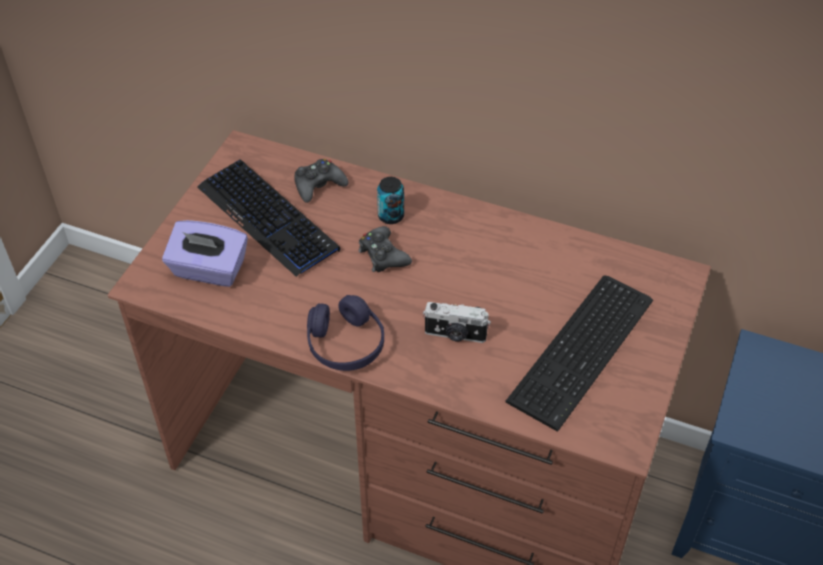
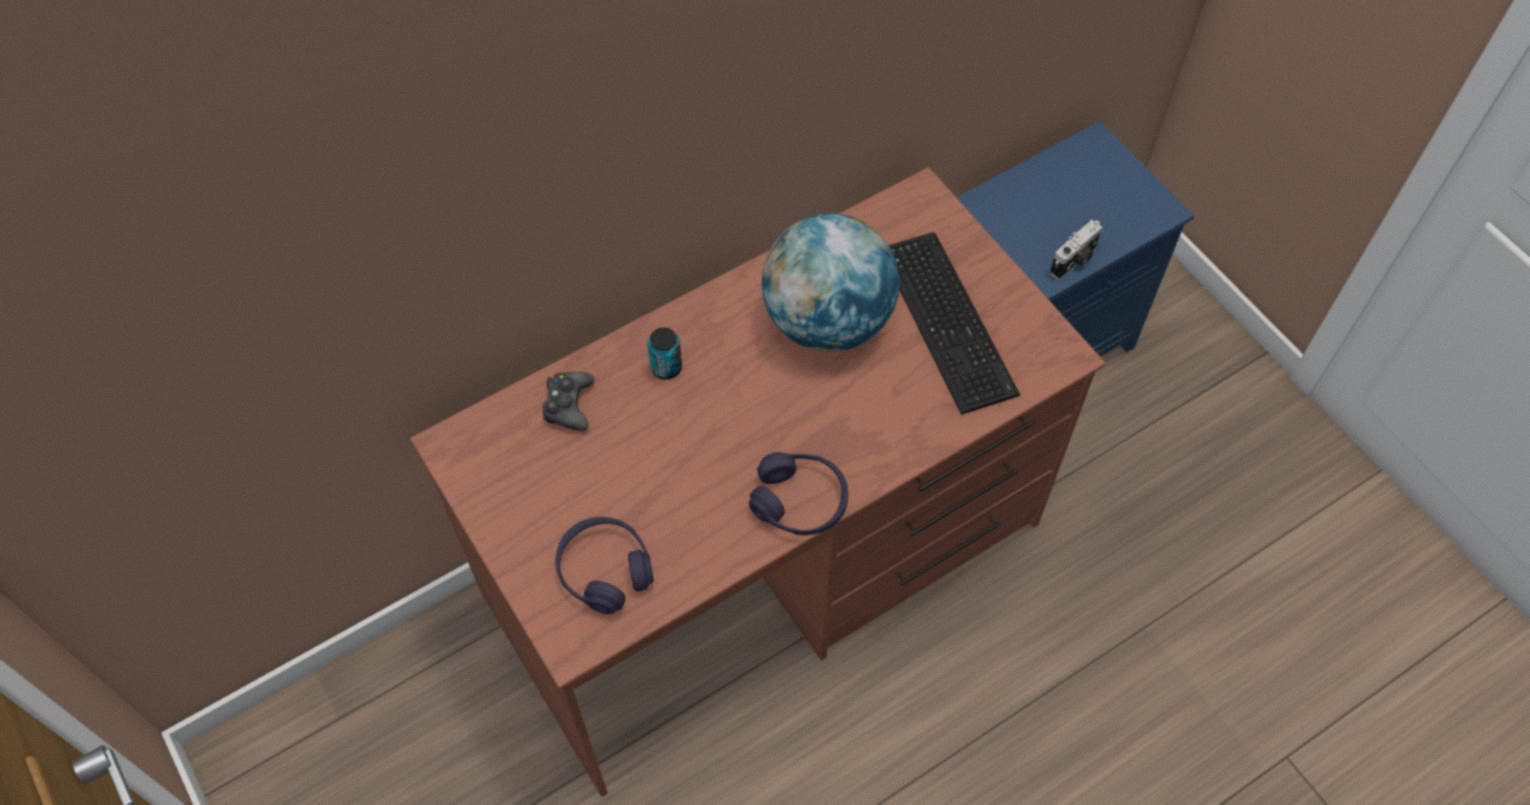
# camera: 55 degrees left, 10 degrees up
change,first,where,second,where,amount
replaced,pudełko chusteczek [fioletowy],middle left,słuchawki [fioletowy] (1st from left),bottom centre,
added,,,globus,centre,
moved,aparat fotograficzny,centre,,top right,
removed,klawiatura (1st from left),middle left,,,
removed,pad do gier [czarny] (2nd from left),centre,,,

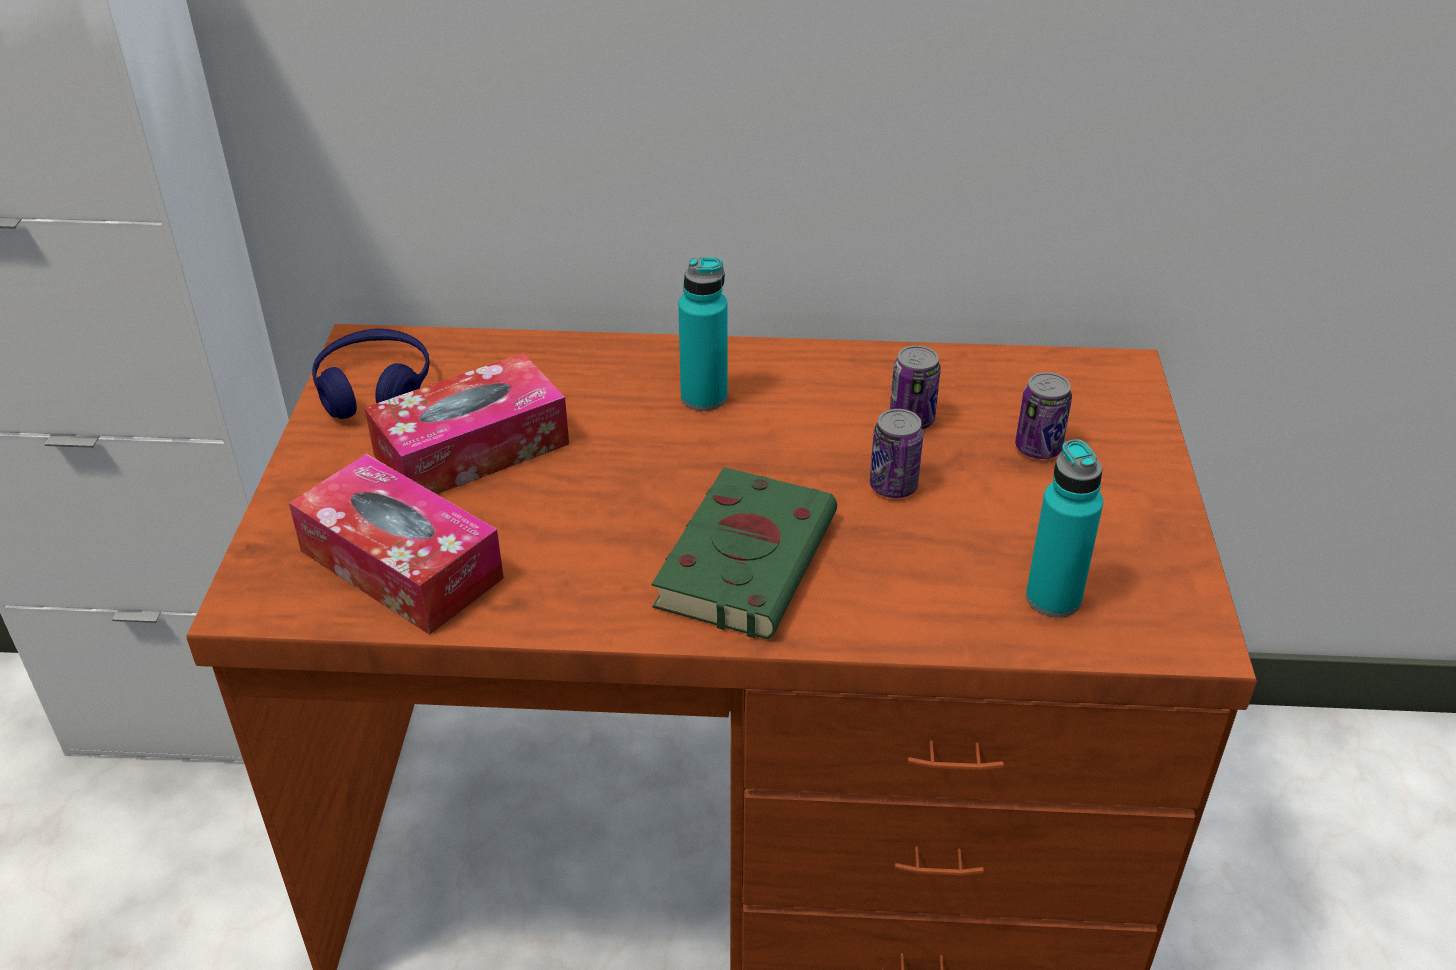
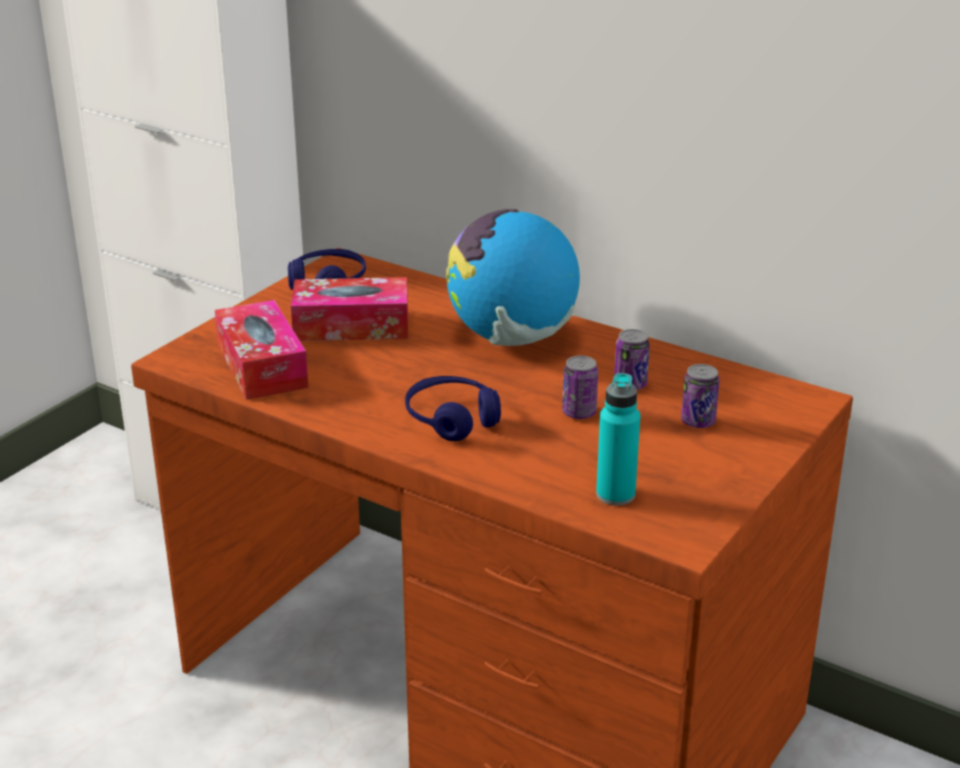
# camera: 30 degrees right, 10 degrees down
change,first,where,second,where,amount
replaced,książka [zielony],centre,słuchawki [niebieski] (2nd from left),centre,
replaced,butelka [turkusowy] (1st from left),centre,globus,centre,

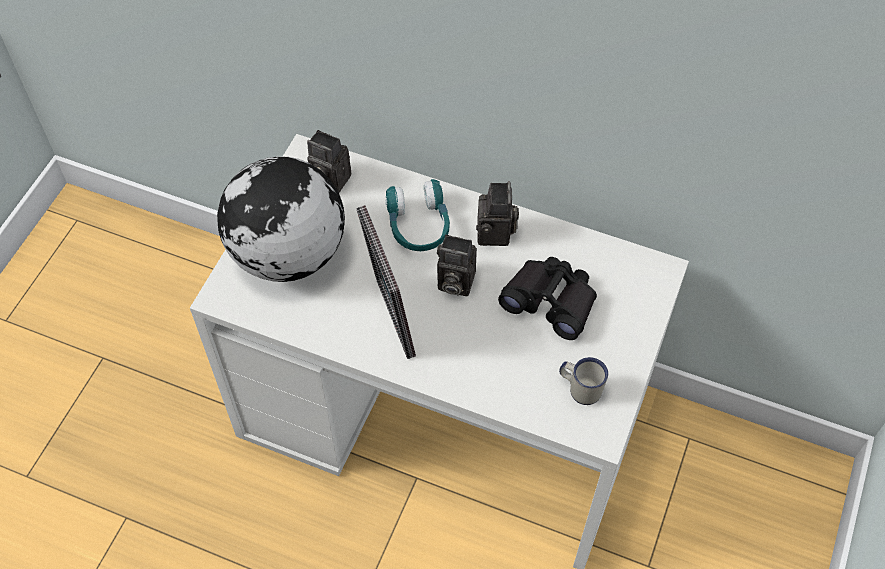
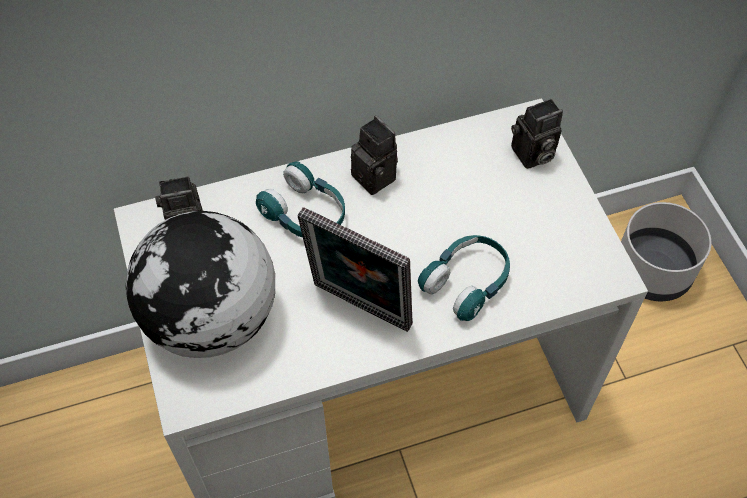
# camera: 40 degrees left, 0 degrees up
change,first,where,second,where,amount
added,,,słuchawki [turkusowy] (2nd from left),centre,
moved,aparat fotograficzny (2nd from left in the first image),centre,aparat fotograficzny (3rd from left),top right,
added,,,donica [szary],middle right,
removed,lornetka [czarny],centre,,,
removed,kubek [biały],bottom centre,,,

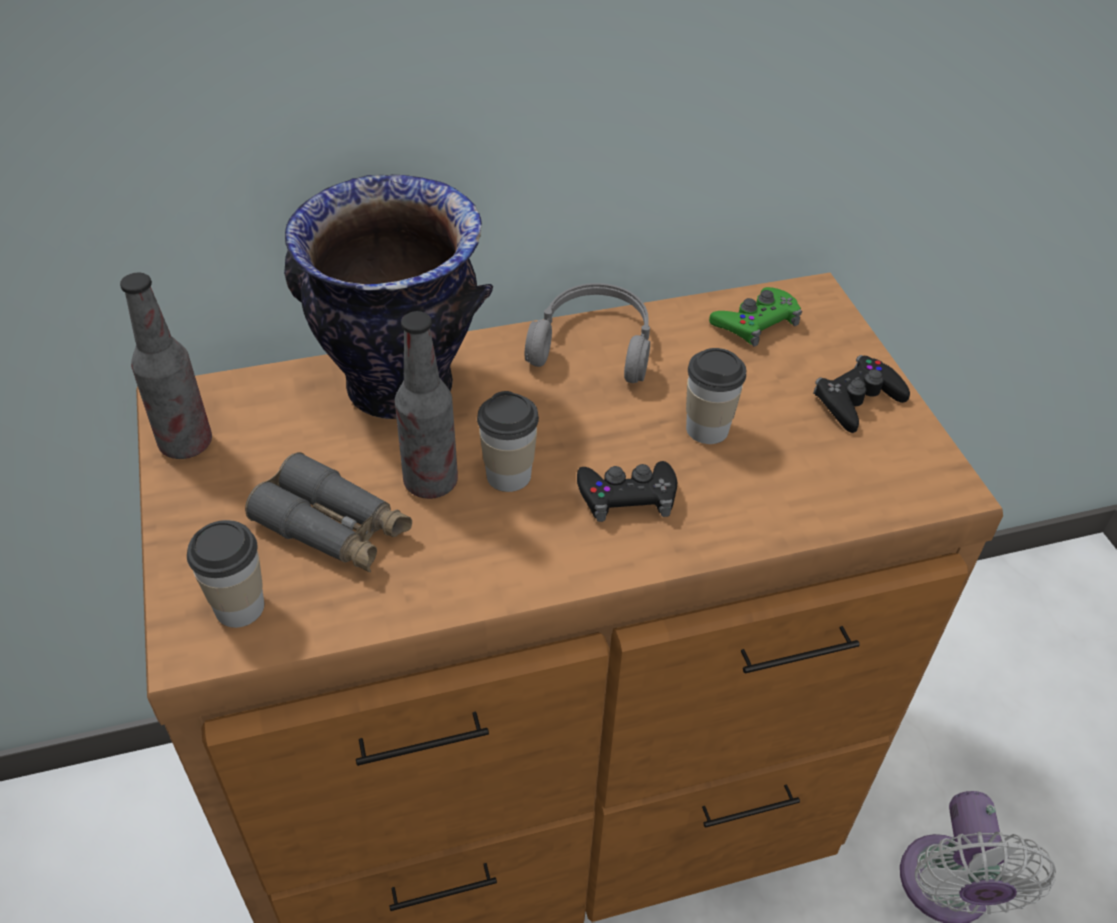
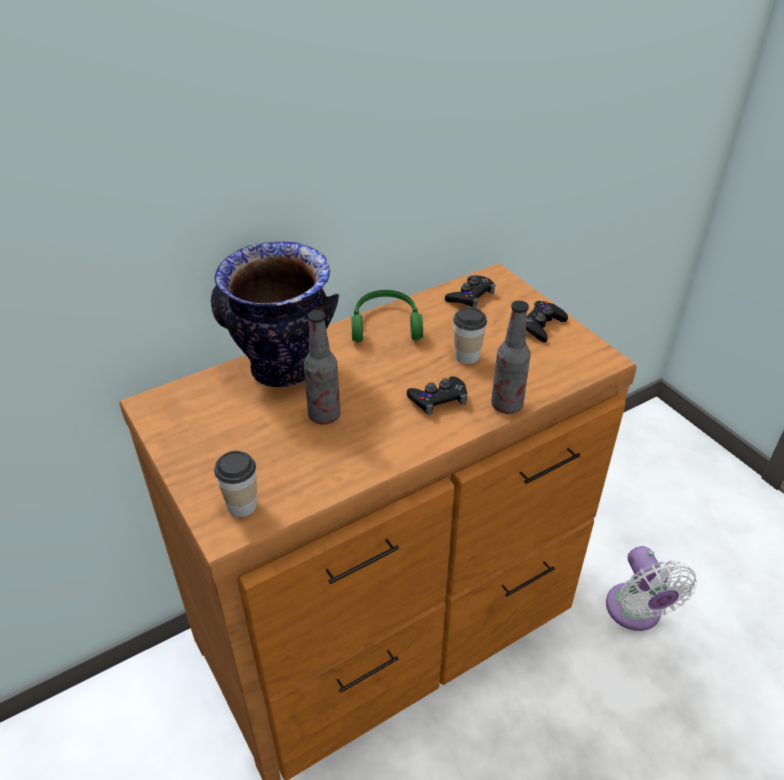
# camera: 15 degrees left, 5 degrees down
change,first,where,second,where,amount
recoloured,słuchawki [szary],centre,słuchawki [zielony],centre,
recoloured,pad do gier [zielony],middle right,pad do gier [czarny] (2nd from left),centre,
moved,butelka (1st from left in the first image),middle left,butelka (2nd from left),centre,
removed,lornetka [szary],middle left,,,
removed,filiżanka (2nd from left),centre,,,

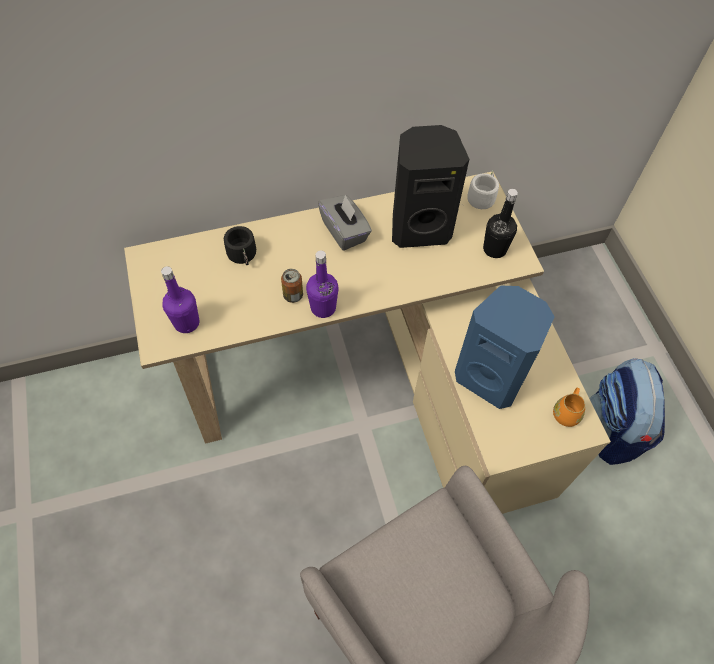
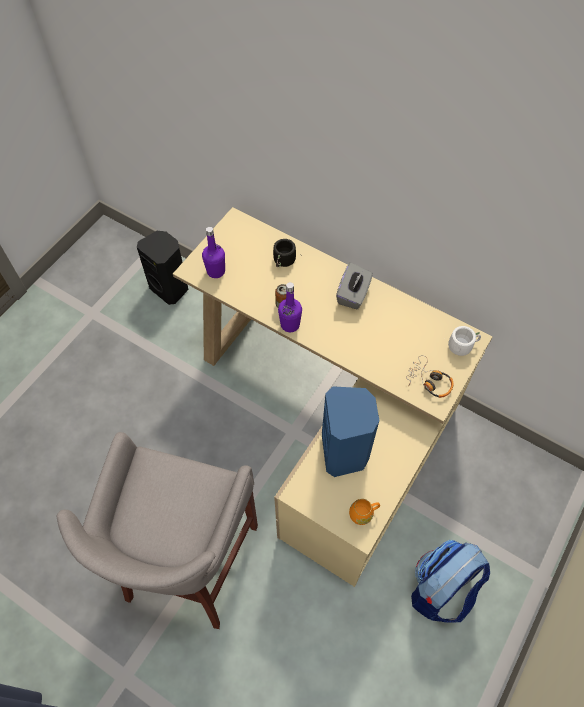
# camera: 50 degrees right, 0 degrees up
change,first,where,second,where,amount
moved,głośnik [czarny],top centre,,middle left,
replaced,butelka [czarny],middle right,słuchawki,middle right,

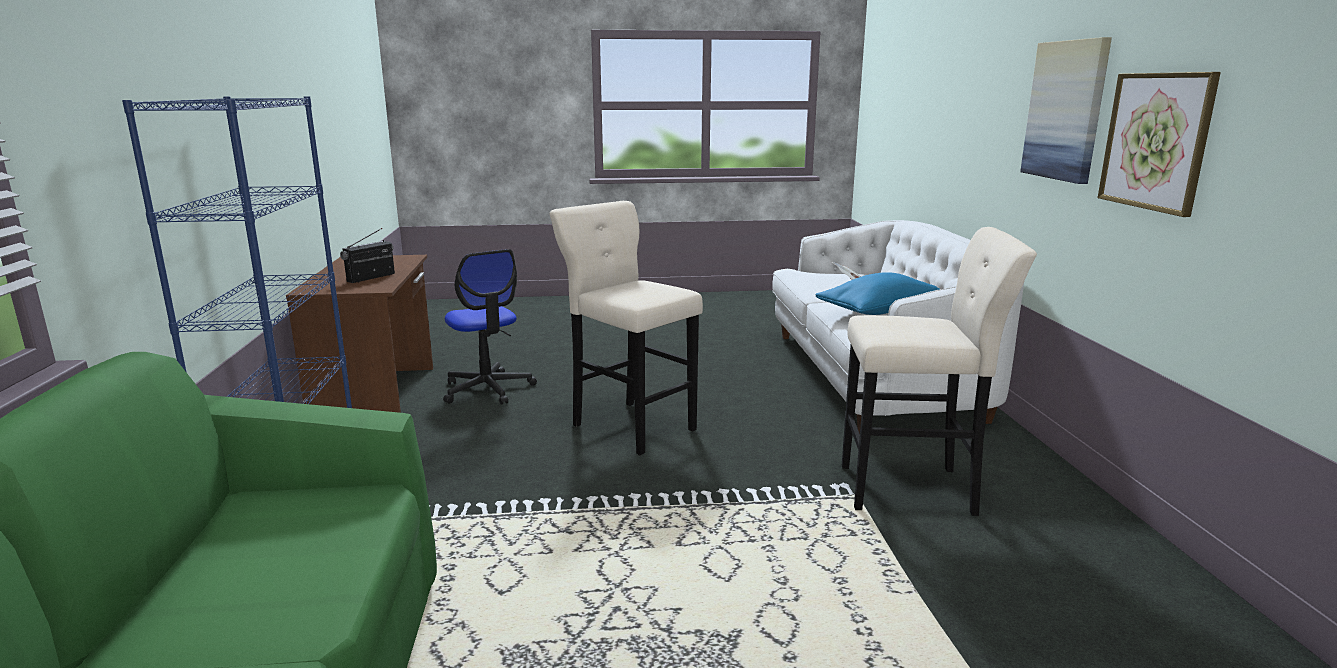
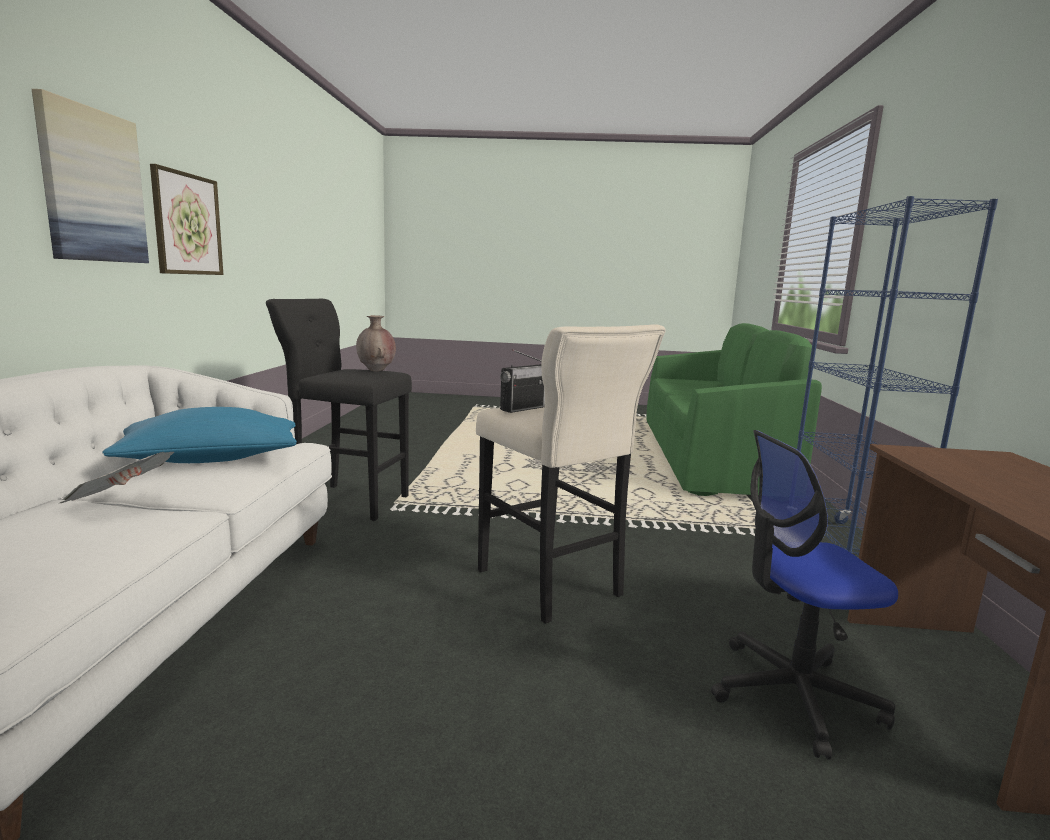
# camera: 170 degrees left, 5 degrees down
change,first,where,second,where,amount
recoloured,stołek [beżowy] (2nd from left),middle right,stołek [czarny],middle left,
added,,,wazon [brązowy],centre,
moved,radio,middle left,,centre,
turned,krzesło biurowe,centre,,bottom right,75 degrees counterclockwise

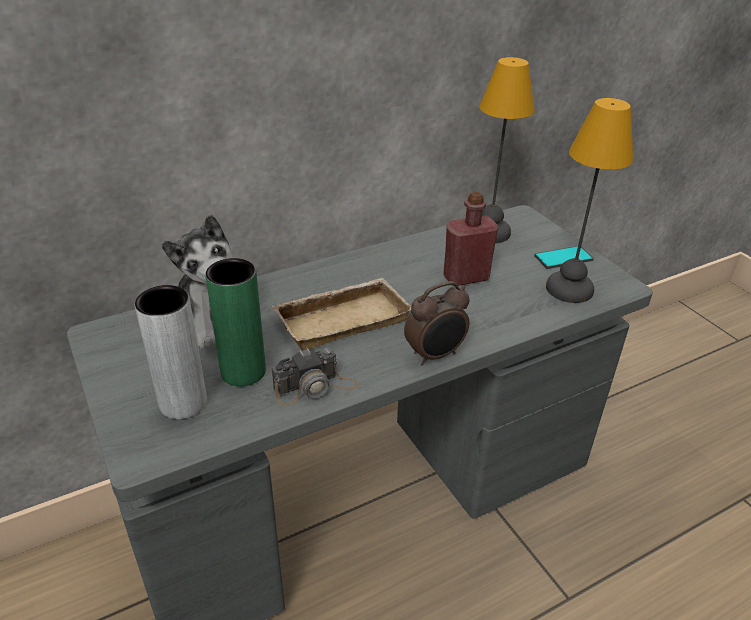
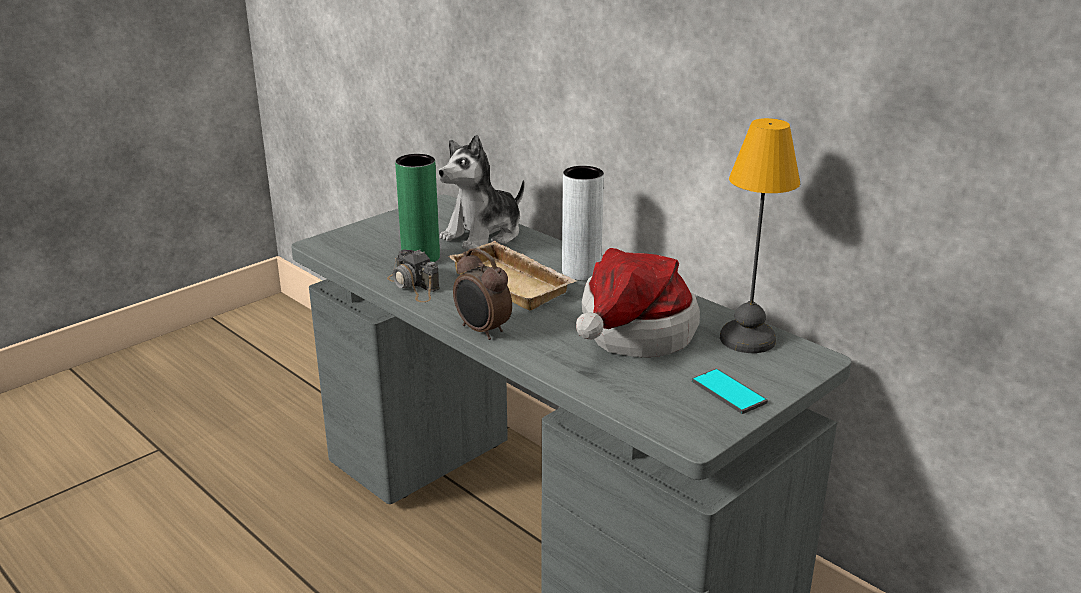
# camera: 75 degrees right, 10 degrees down
change,first,where,second,where,amount
moved,wazon [szary],middle left,,centre,
replaced,butelka [czerwony],centre,kapelusz,centre,
removed,lampa stołowa (2nd from left),top right,,,

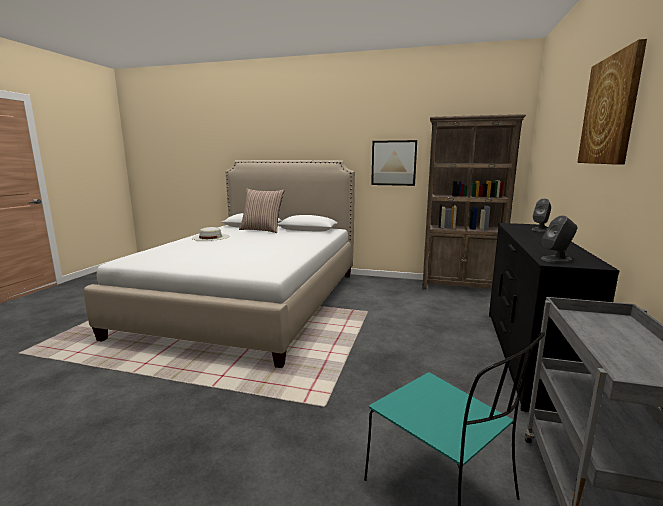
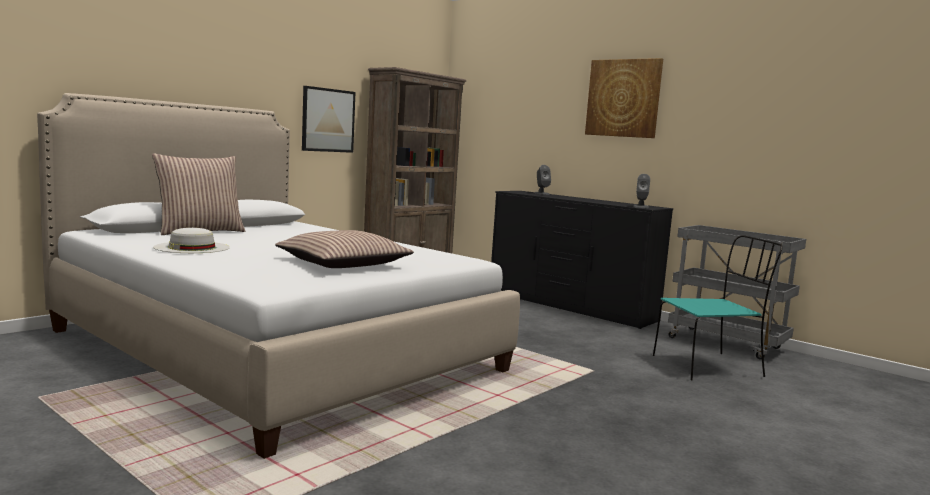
# camera: 65 degrees left, 5 degrees down
change,first,where,second,where,amount
added,,,poduszka (2nd from left),centre,

